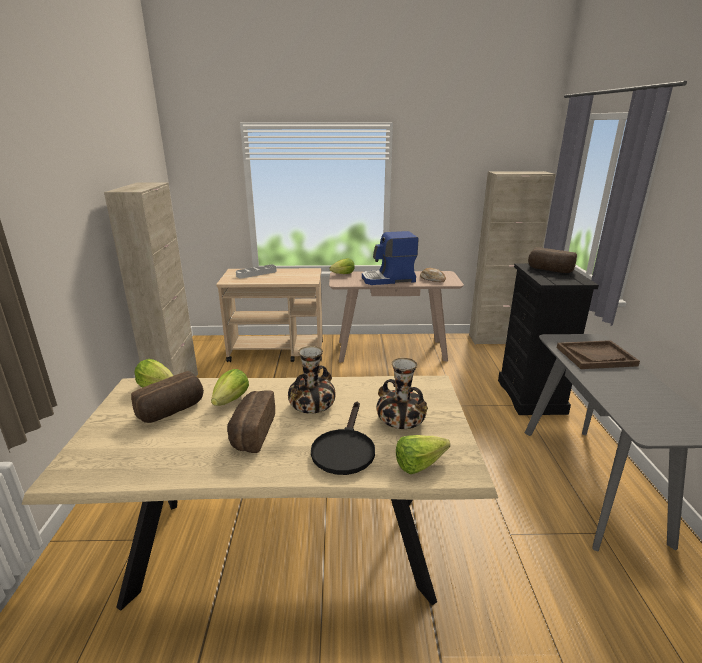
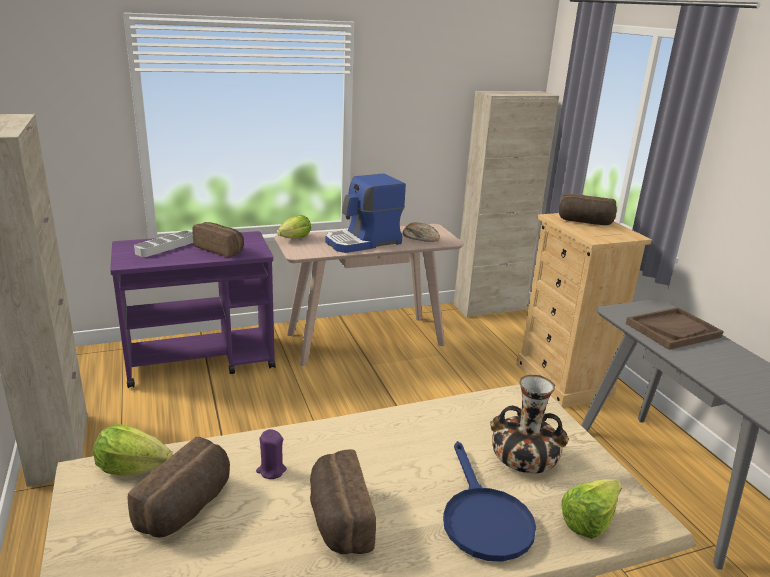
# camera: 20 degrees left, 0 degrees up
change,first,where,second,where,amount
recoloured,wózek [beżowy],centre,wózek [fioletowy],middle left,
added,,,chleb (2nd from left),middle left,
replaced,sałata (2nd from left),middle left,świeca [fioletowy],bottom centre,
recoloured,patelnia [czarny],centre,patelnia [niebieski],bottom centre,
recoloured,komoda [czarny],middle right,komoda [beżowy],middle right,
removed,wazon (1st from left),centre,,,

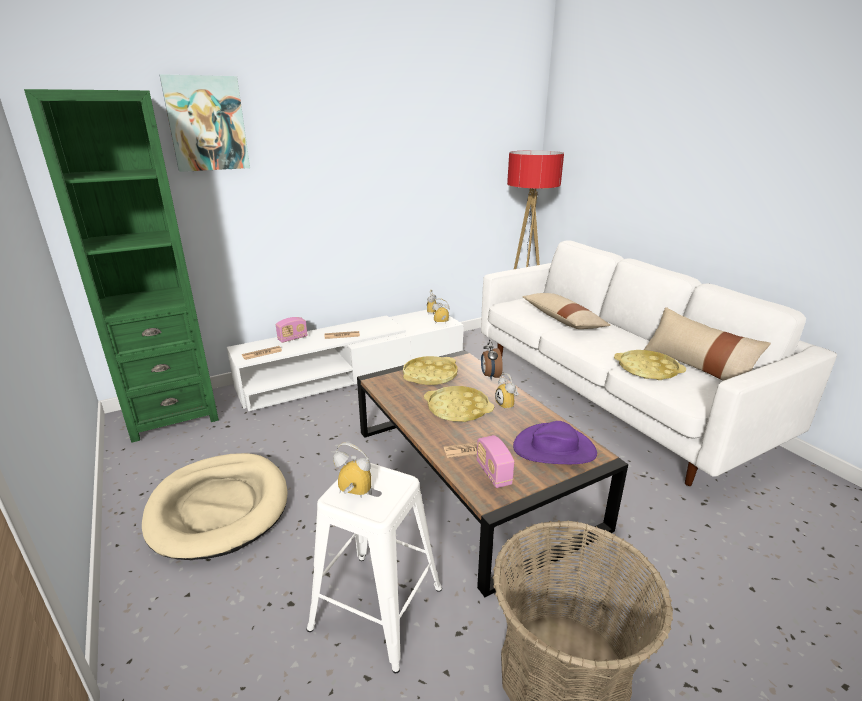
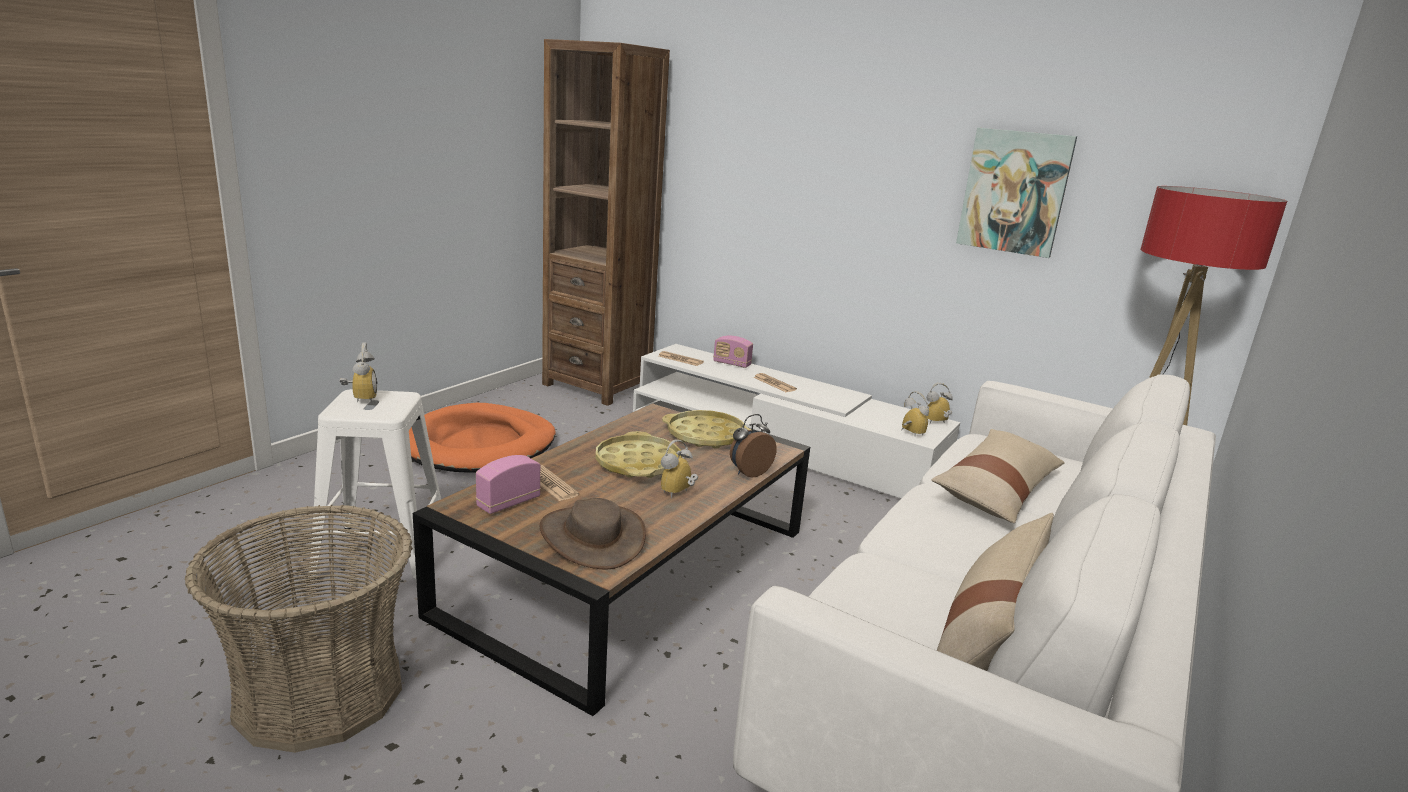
# camera: 60 degrees right, 5 degrees down
change,first,where,second,where,amount
recoloured,legowisko [beżowy],bottom left,legowisko [pomarańczowy],centre,
recoloured,kapelusz [fioletowy],centre,kapelusz [brązowy],bottom centre,
recoloured,regał [zielony],middle left,regał [brązowy],top centre,
moved,obraz,top left,,top right,
removed,taca [żółty] (3rd from left),middle right,,,

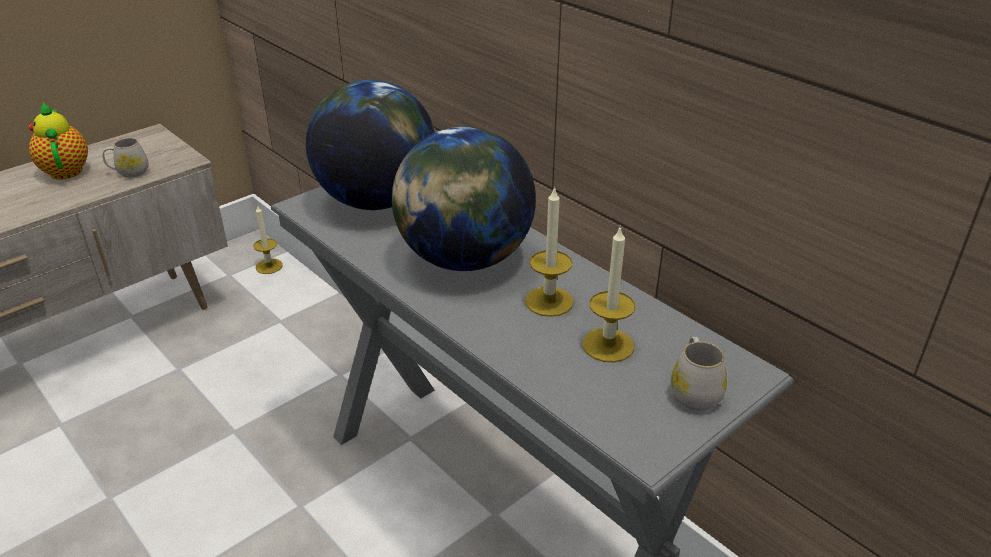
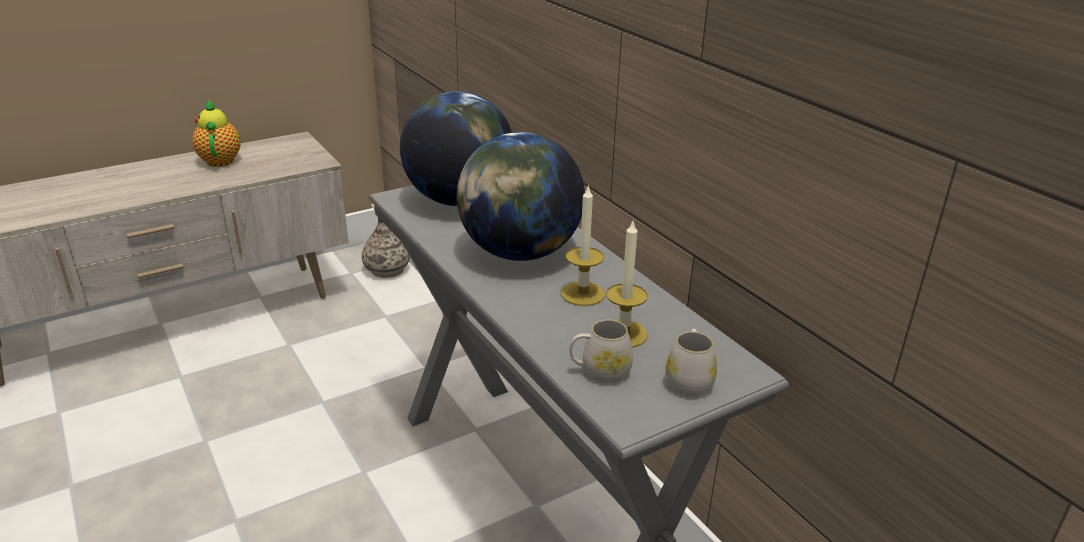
# camera: 10 degrees right, 5 degrees down
change,first,where,second,where,amount
replaced,świeca (1st from left),middle left,wazon,centre,
moved,kubek [biały] (1st from left),top left,,centre,

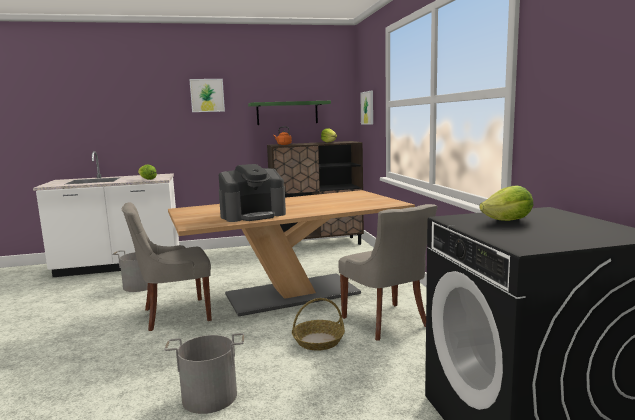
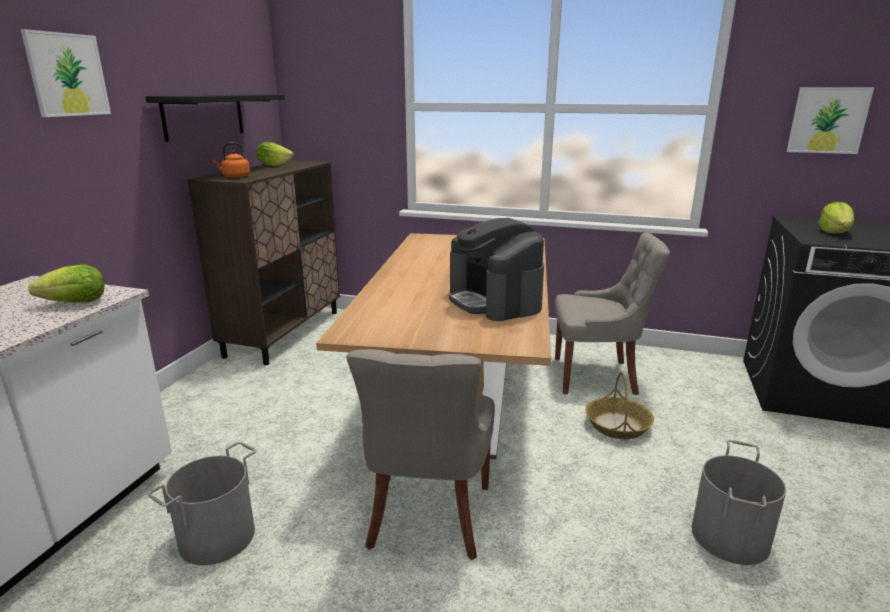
# camera: 60 degrees left, 10 degrees up
change,first,where,second,where,amount
recoloured,półka [zielony],top centre,półka [czarny],top left,
turned,ekspres do kawy,centre,,centre,150 degrees clockwise
moved,obraz (2nd from left),top centre,,top right,

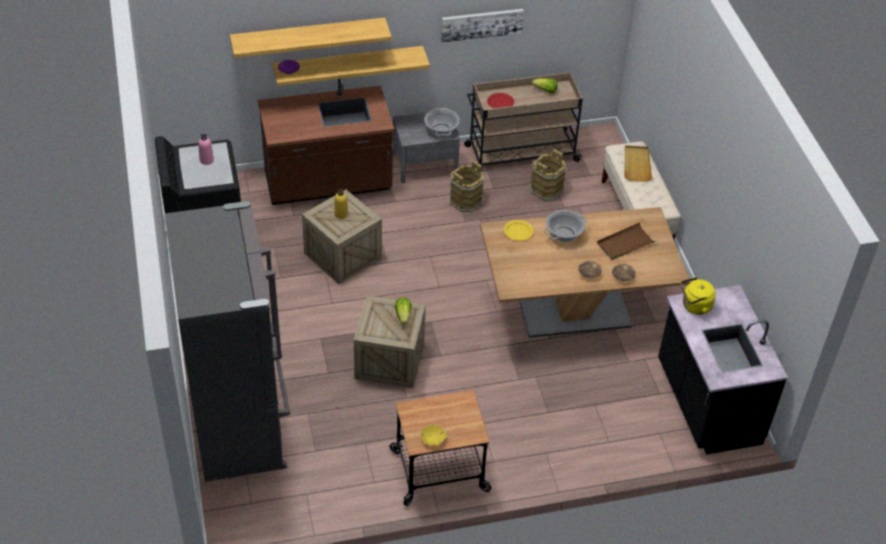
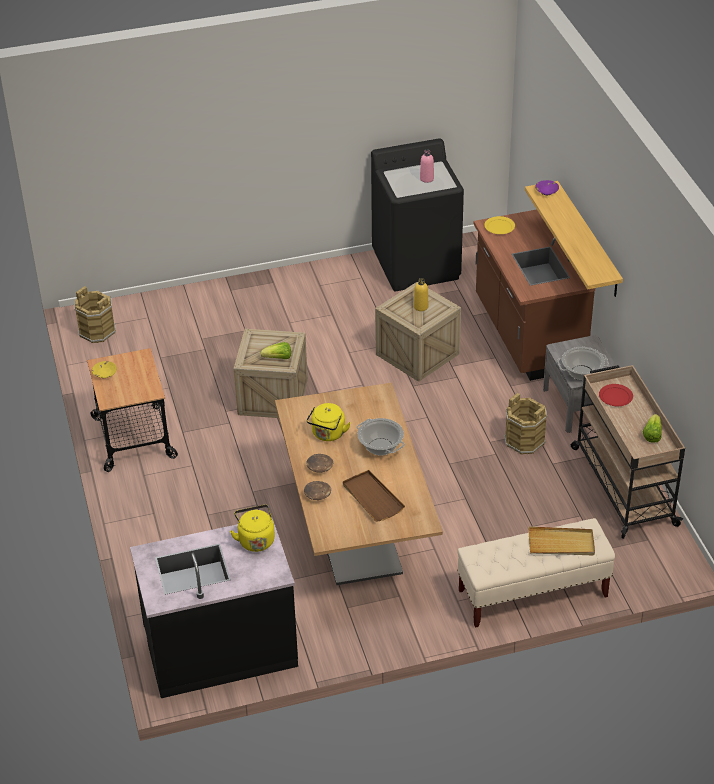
# camera: 90 degrees right, 5 degrees down
change,first,where,second,where,amount
moved,wiadro [brązowy] (2nd from left in the first image),top centre,wiadro [brązowy] (1st from left),middle left,
added,,,czajnik [żółty] (2nd from left),centre,
moved,talerz [żółty],centre,,top right,
removed,lodówka [szary],middle left,,,
removed,półka (1st from left),top centre,,,
removed,obraz,top centre,,,

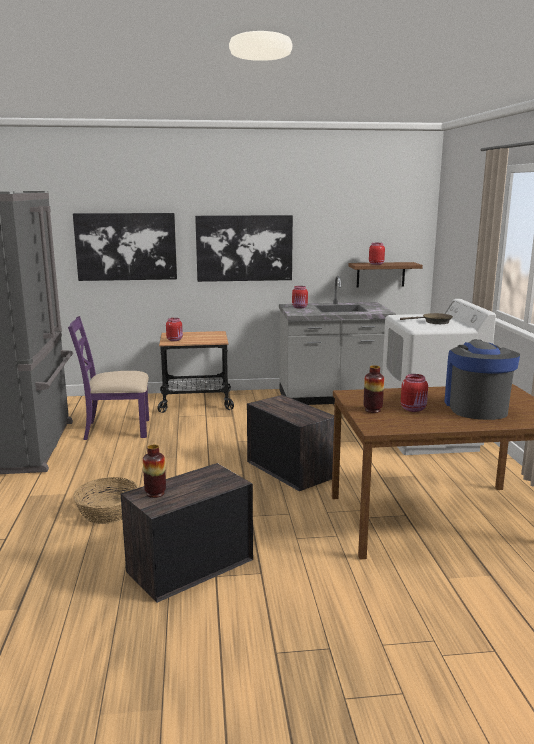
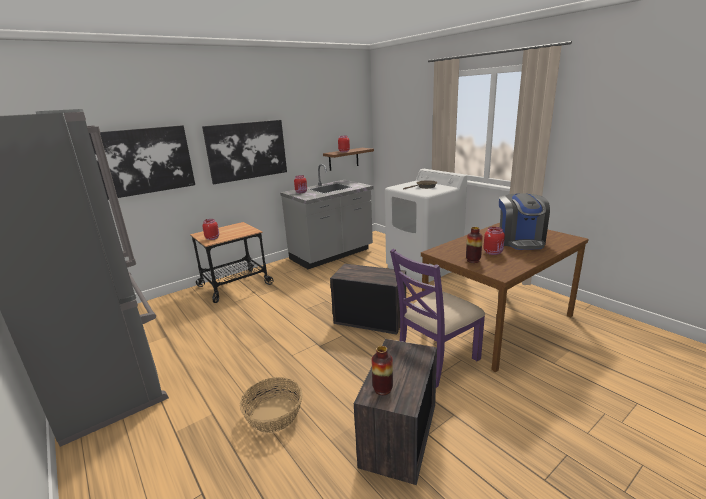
# camera: 30 degrees left, 5 degrees up
change,first,where,second,where,amount
moved,krzesło [fioletowy],middle left,,centre,
turned,ekspres do kawy,middle right,,middle right,150 degrees counterclockwise

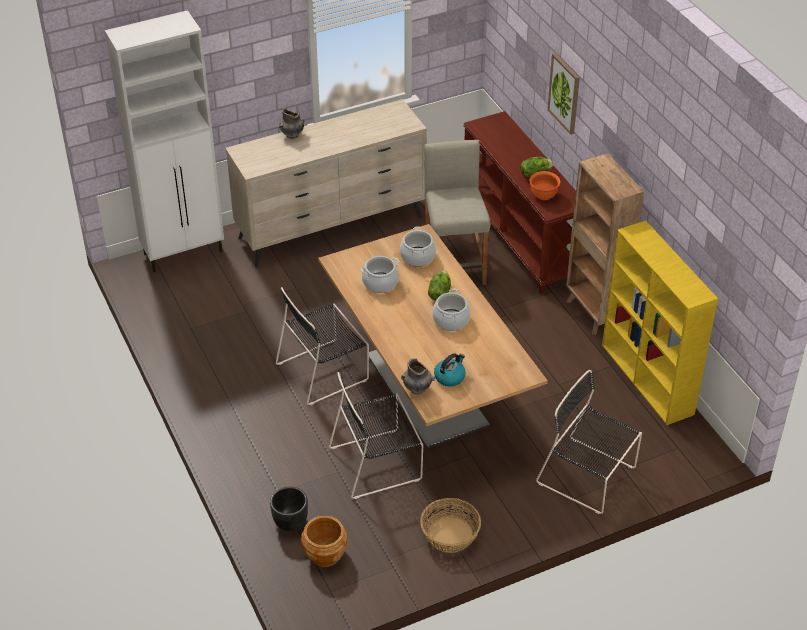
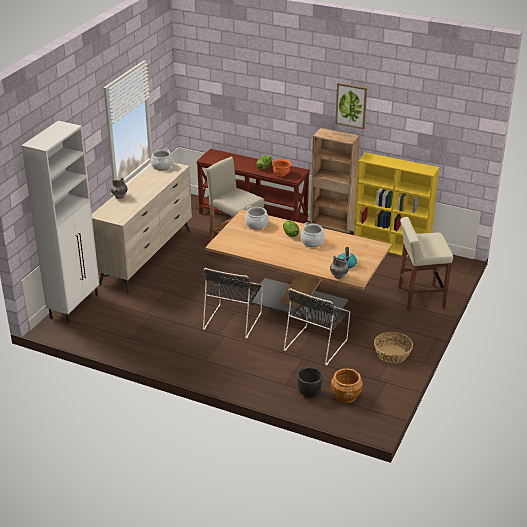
# camera: 40 degrees left, 10 degrees down
change,first,where,second,where,amount
moved,garnek (1st from left),centre,,top left,
moved,obraz,top right,,top centre,
replaced,krzesło [czarny] (3rd from left),bottom right,stołek [beżowy] (2nd from left),middle right,

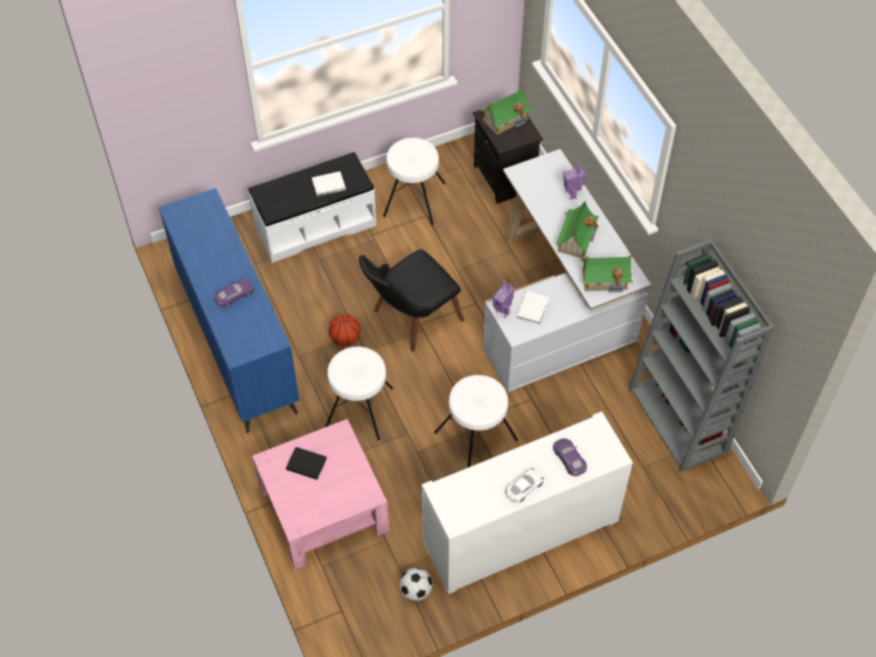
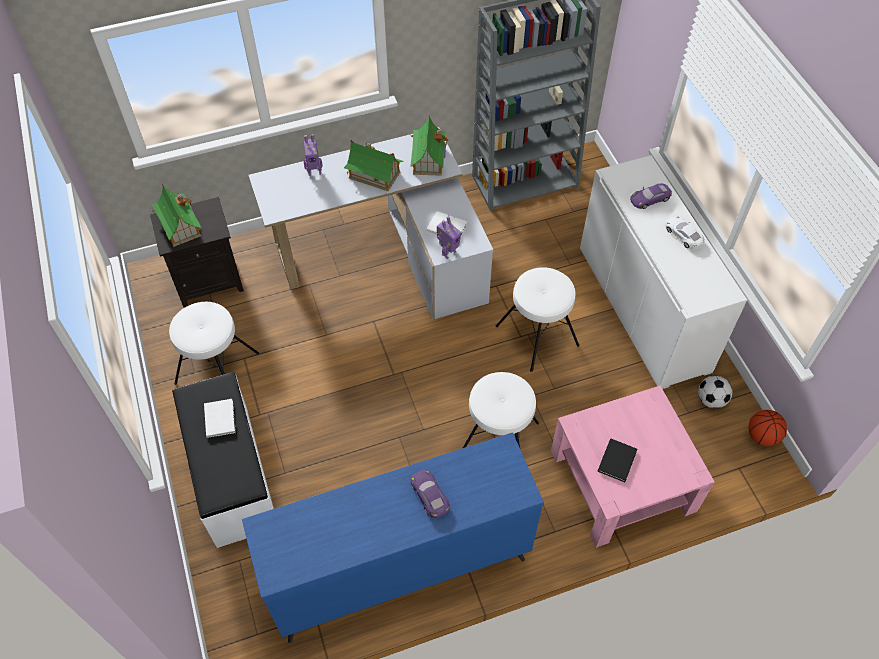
# camera: 85 degrees left, 0 degrees up
change,first,where,second,where,amount
moved,piłka do koszykówki,centre,,middle right,
removed,krzesło [czarny],centre,,,

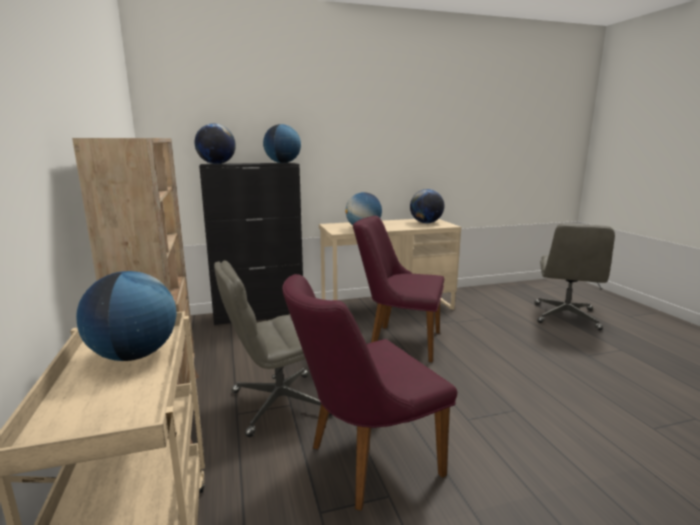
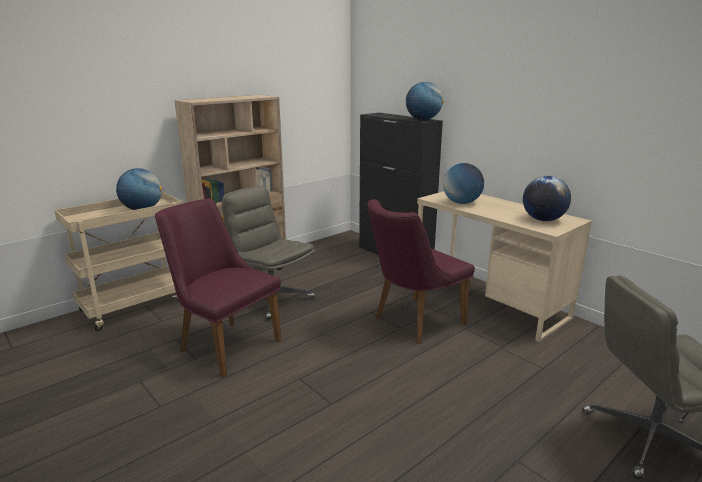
# camera: 65 degrees right, 5 degrees up
change,first,where,second,where,amount
turned,krzesło [fioletowy] (2nd from left),centre,,centre,120 degrees counterclockwise
removed,globus (2nd from left),top left,,,

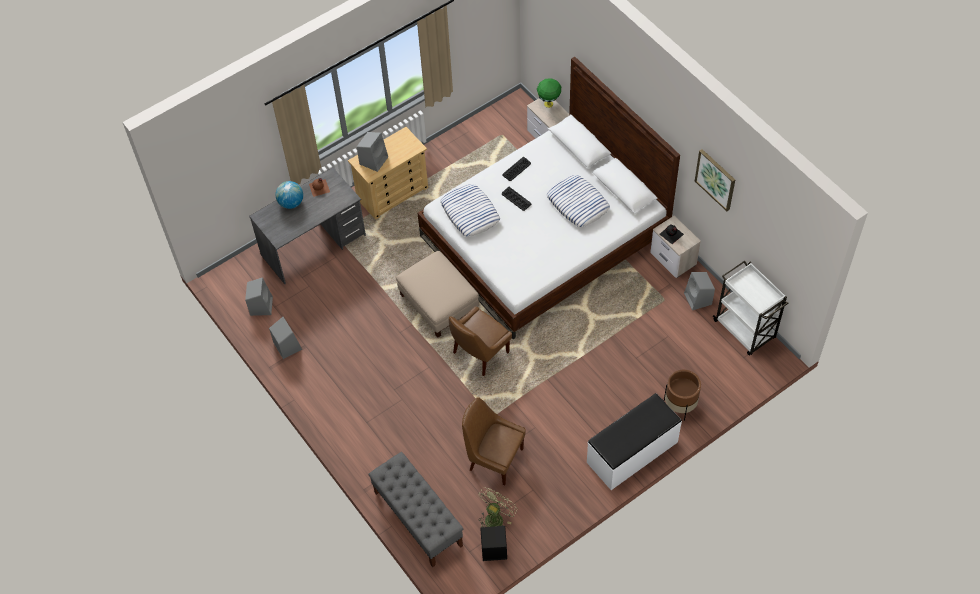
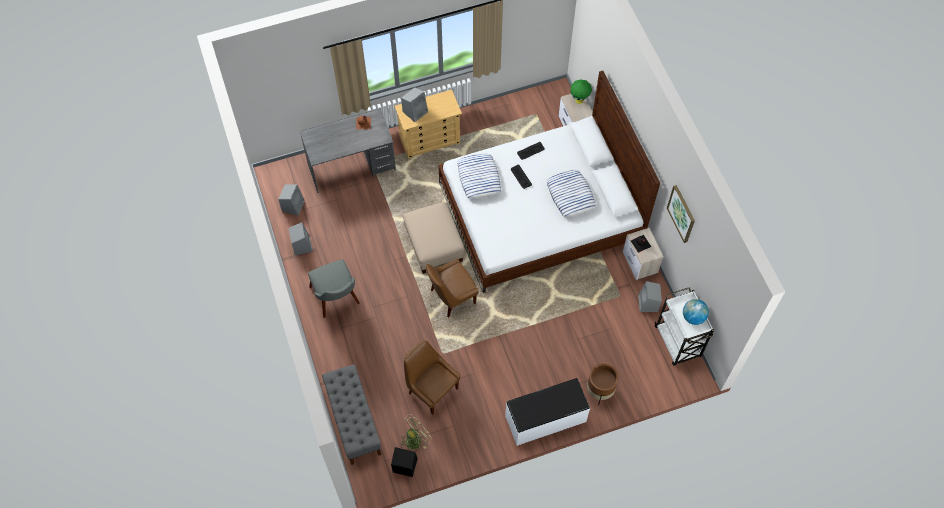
# camera: 15 degrees right, 5 degrees up
change,first,where,second,where,amount
added,,,krzesło [szary],centre,
moved,globus,top left,,middle right,

